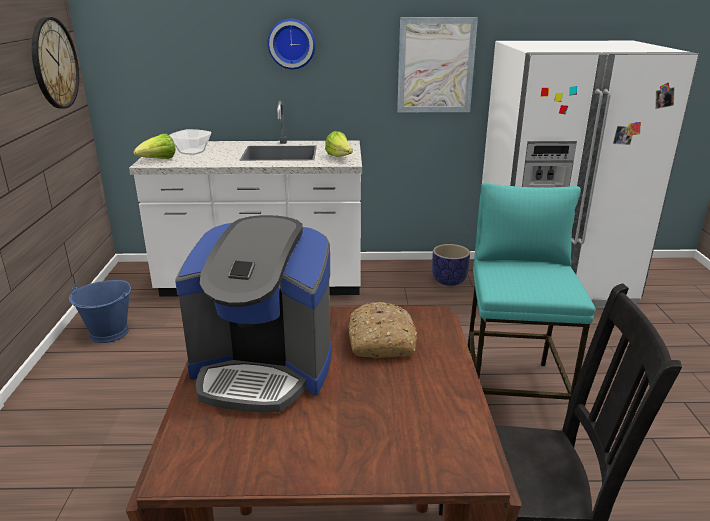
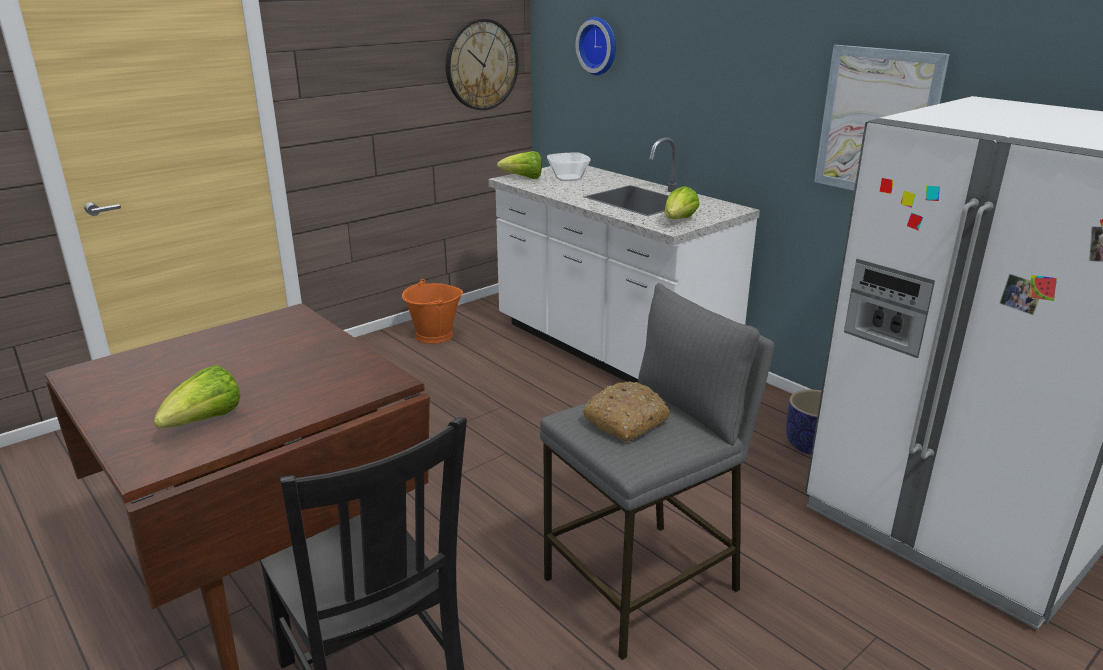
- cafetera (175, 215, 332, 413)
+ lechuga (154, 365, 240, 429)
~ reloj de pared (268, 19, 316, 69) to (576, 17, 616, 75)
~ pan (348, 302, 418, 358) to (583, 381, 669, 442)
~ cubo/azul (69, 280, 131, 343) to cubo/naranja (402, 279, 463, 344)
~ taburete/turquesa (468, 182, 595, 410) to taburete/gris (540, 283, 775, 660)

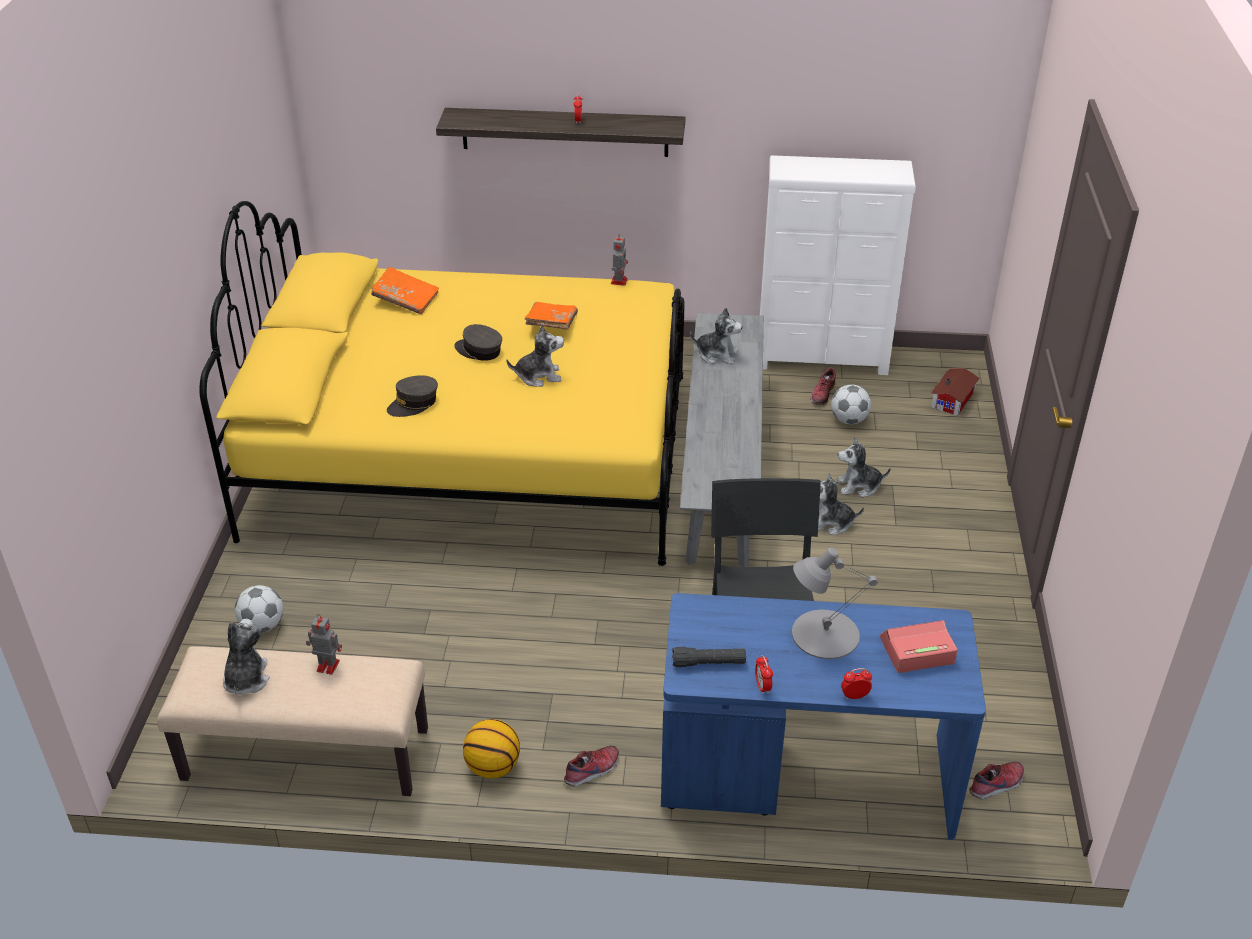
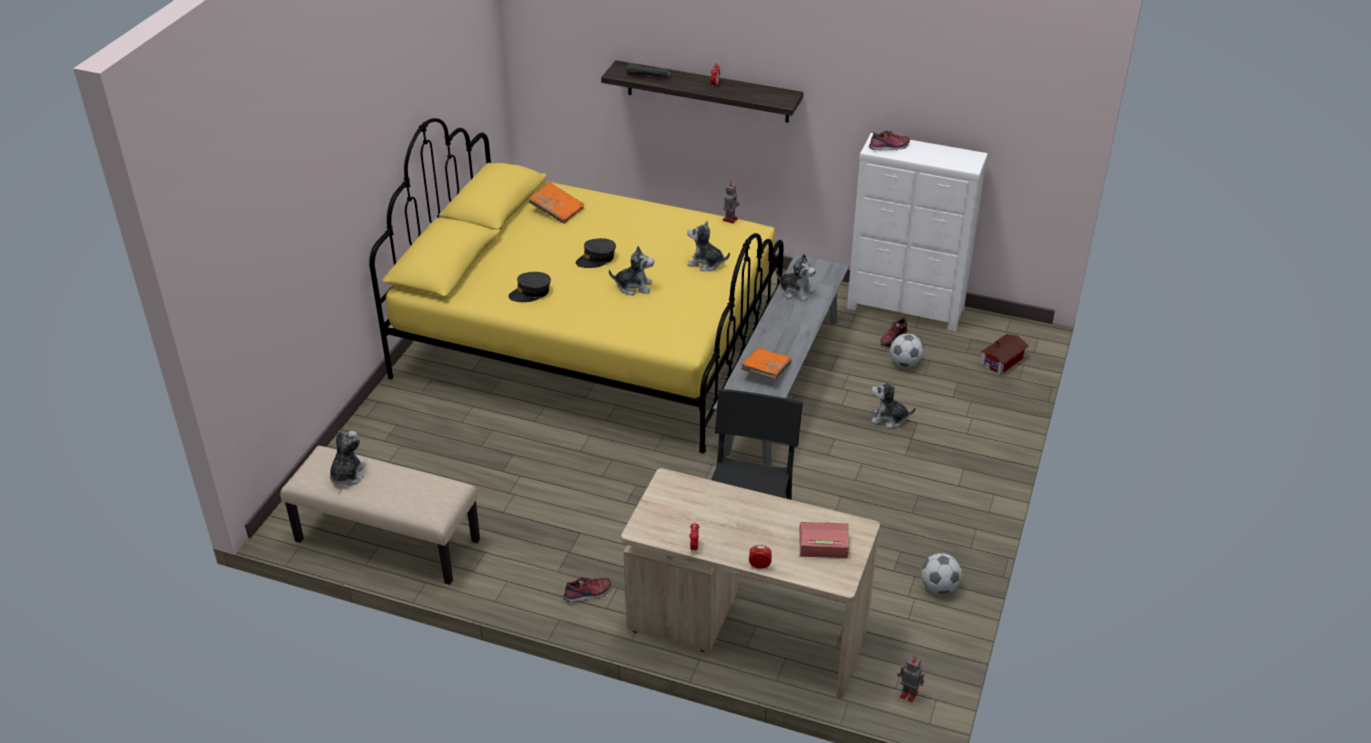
- balón de baloncesto (463, 719, 520, 778)
- lámpara de mesa/gris (792, 548, 878, 659)
~ balón de fútbol (235, 585, 283, 632) to (921, 553, 962, 594)
~ robot de juguete (306, 614, 342, 675) to (897, 656, 924, 703)
~ libro/naranja (525, 302, 578, 330) to (741, 348, 792, 380)
~ linterna/negro (672, 647, 746, 667) to (627, 63, 670, 78)
~ peluche (818, 472, 864, 535) to (687, 221, 730, 271)
~ zapato (969, 762, 1024, 800) to (869, 131, 910, 150)
~ escritorio/azul (661, 593, 986, 840) to escritorio/beis (621, 468, 880, 699)
~ gorra/gris (454, 324, 502, 361) = (576, 238, 616, 268) 75 degrees counterclockwise

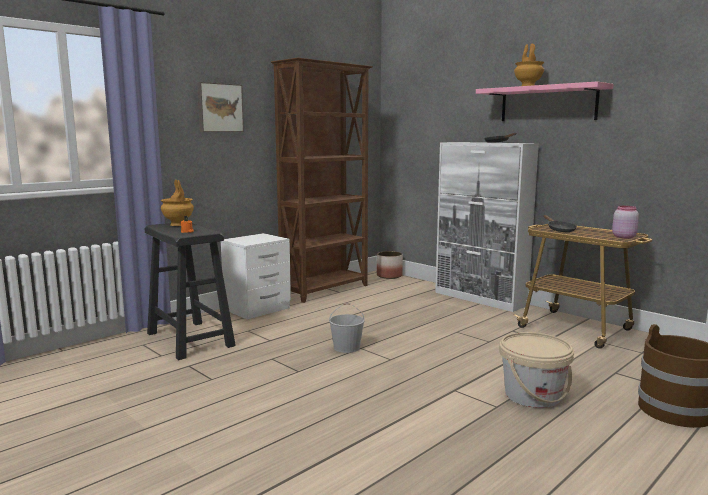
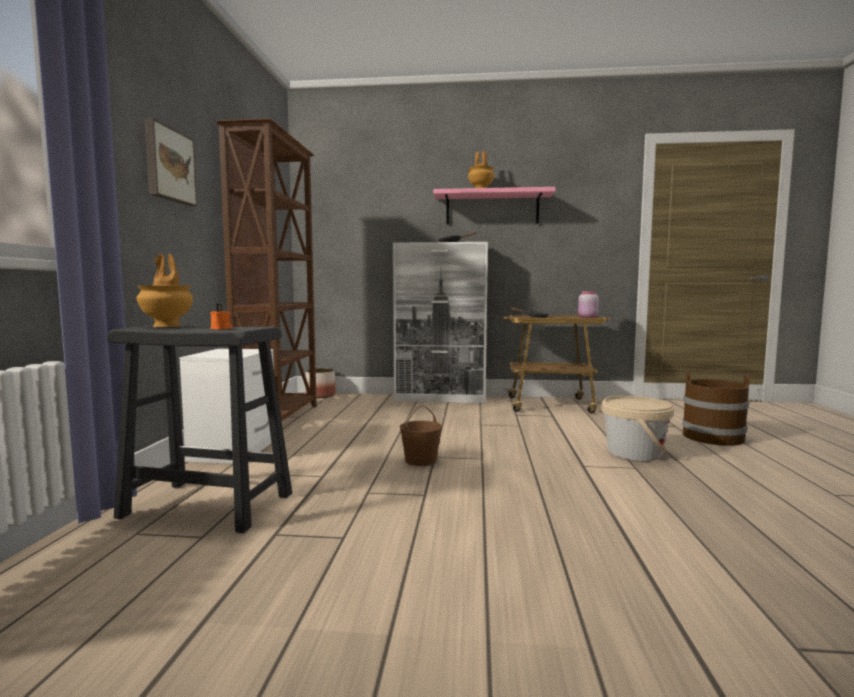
~ cubo/blanco (329, 303, 365, 353) to cubo/marrón (400, 405, 442, 466)

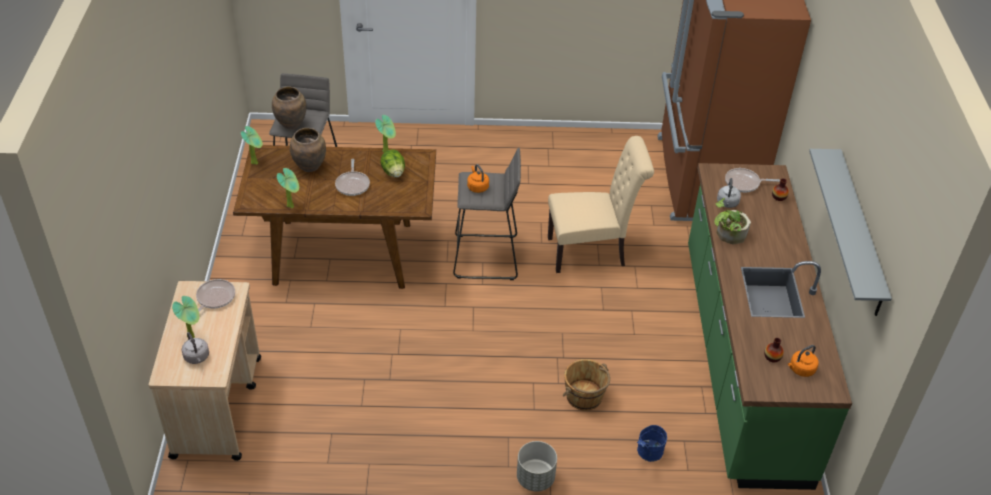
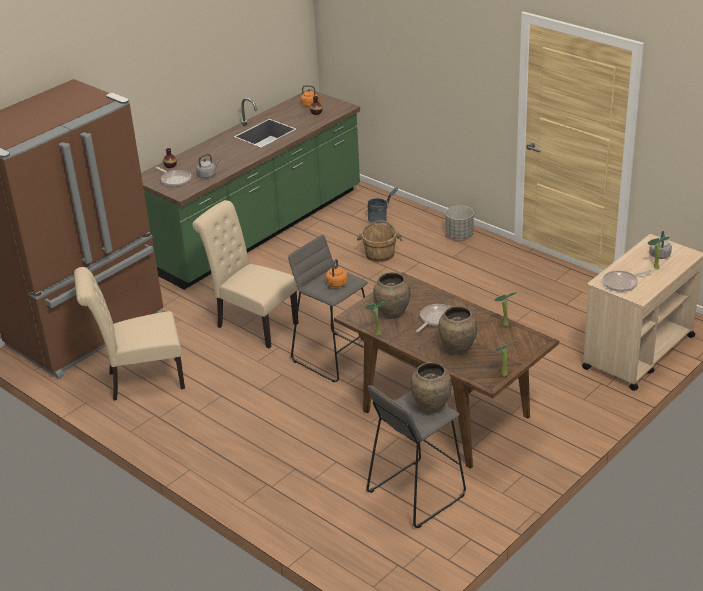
- planta en maceta (714, 198, 751, 244)
- estante/gris (809, 149, 892, 316)
+ silla/beis (74, 267, 185, 401)
~ lechuga (380, 149, 405, 178) to florero/marrón (373, 272, 410, 319)
~ cubo/azul (637, 425, 667, 462) to cubo/gris (367, 187, 398, 224)

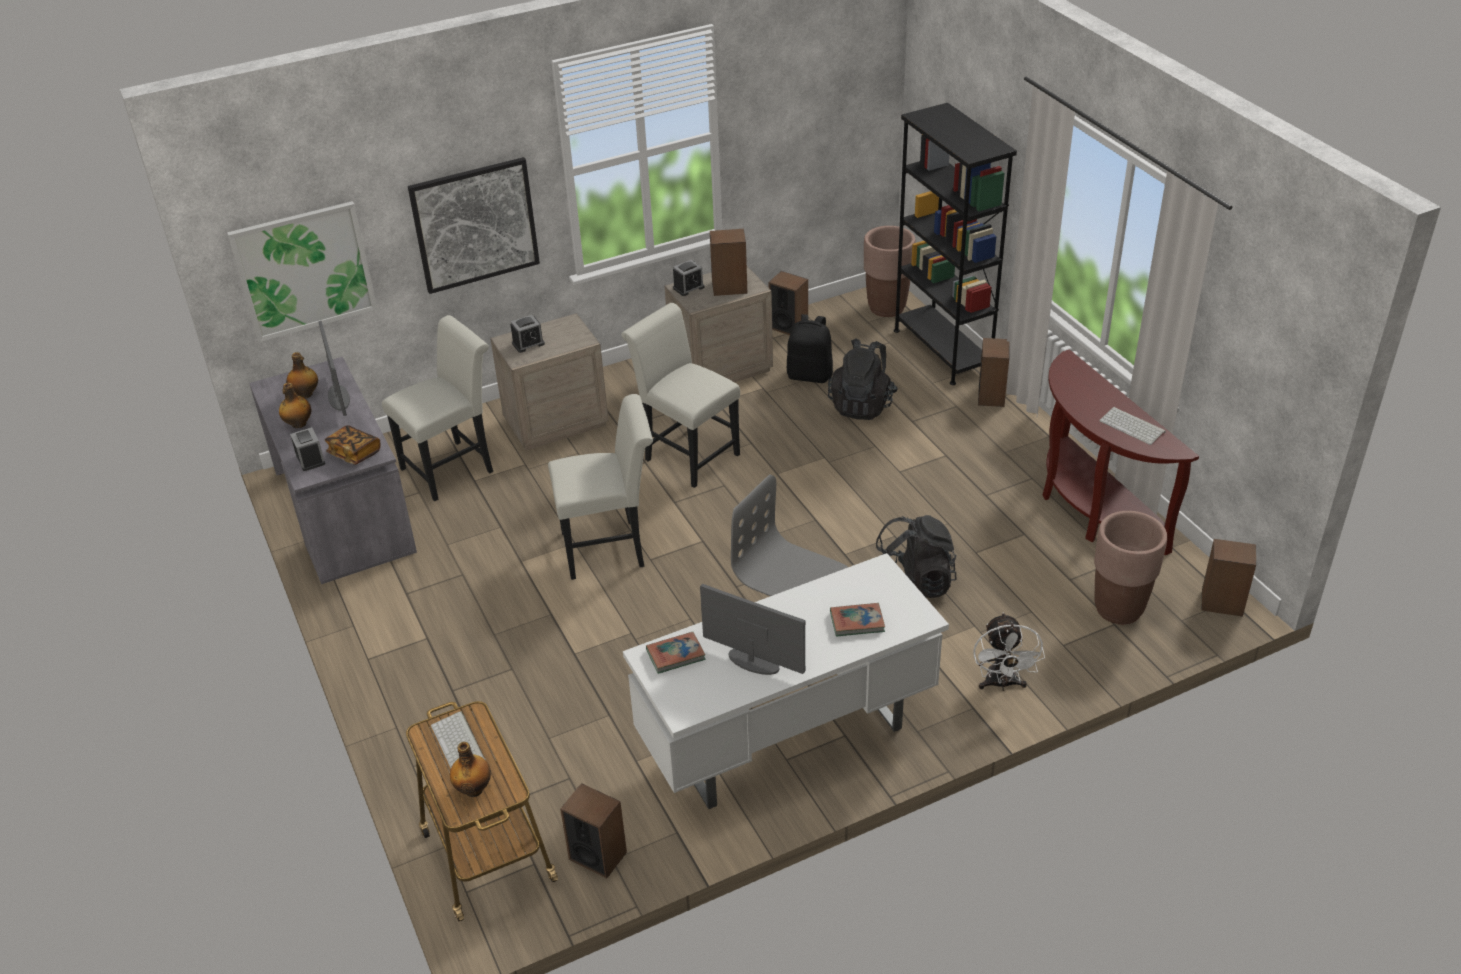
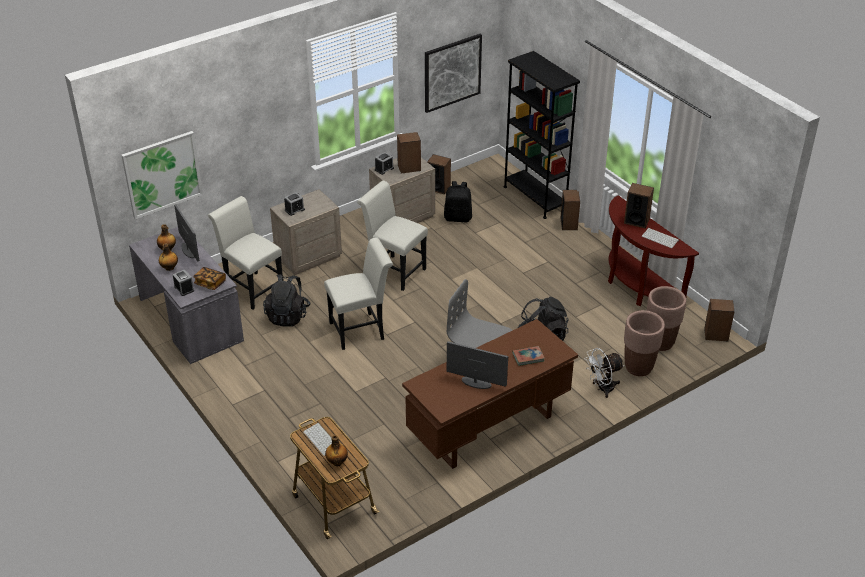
- libro (646, 632, 705, 674)
~ cuadro (408, 157, 540, 294) to (425, 34, 482, 113)
~ altavoz (560, 783, 627, 878) to (624, 183, 654, 228)
~ mochila/negro (828, 338, 898, 420) to (263, 274, 310, 326)
~ maceta/marrón (864, 226, 915, 317) to (624, 310, 665, 376)
~ escritorio/blanco (623, 553, 949, 809) to escritorio/marrón (402, 319, 578, 469)
~ silla/blanco (382, 315, 493, 501) = (208, 196, 283, 310) 90 degrees counterclockwise
~ ventilador/blanco (973, 612, 1045, 691) = (585, 348, 624, 398) 75 degrees clockwise

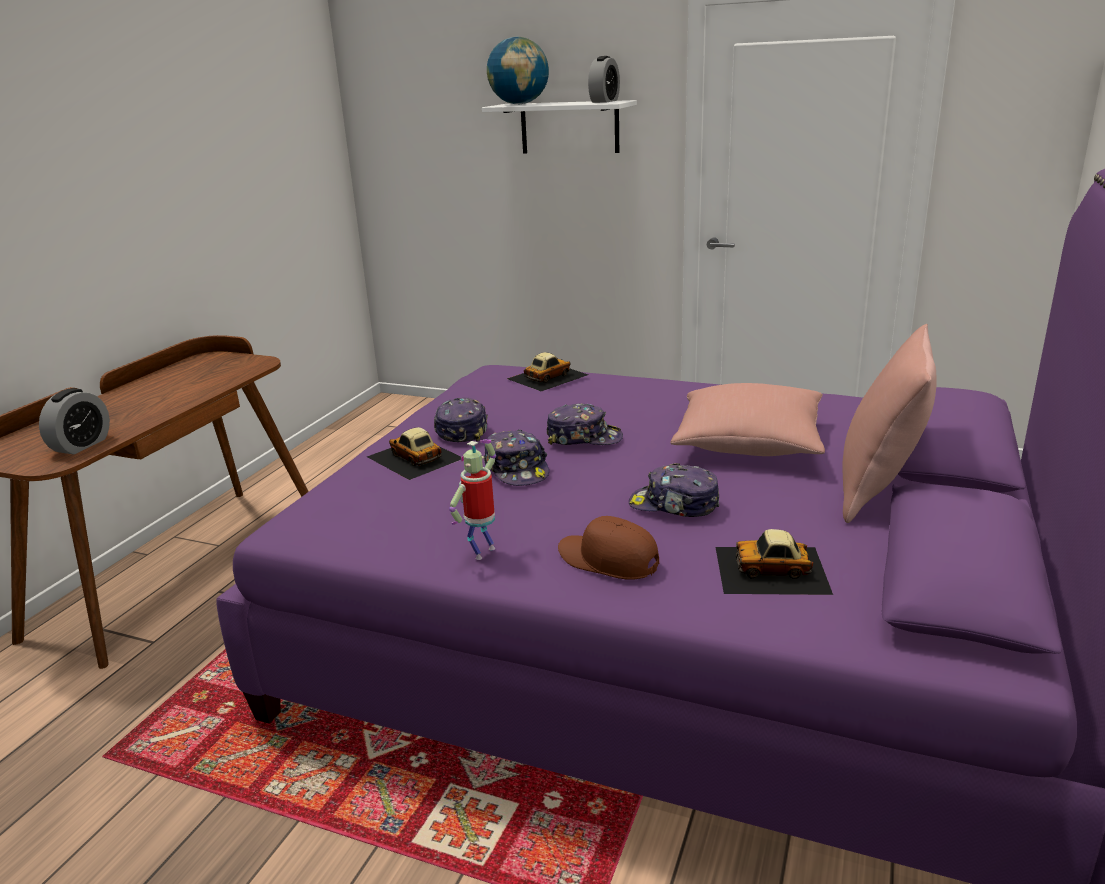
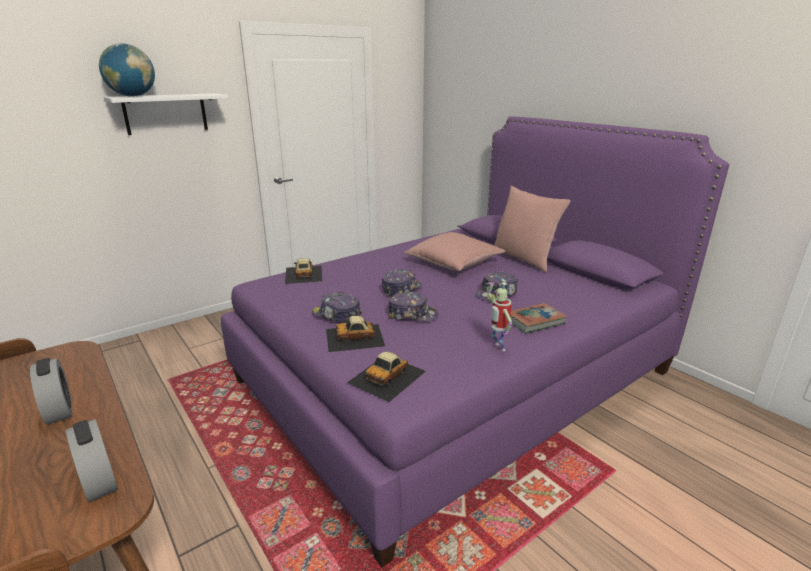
~ despertador (588, 56, 620, 103) to (30, 358, 72, 424)
~ coche de juguete (716, 529, 833, 595) to (347, 352, 426, 402)
~ gorra/marrón (558, 516, 660, 580) to libro (510, 303, 567, 333)

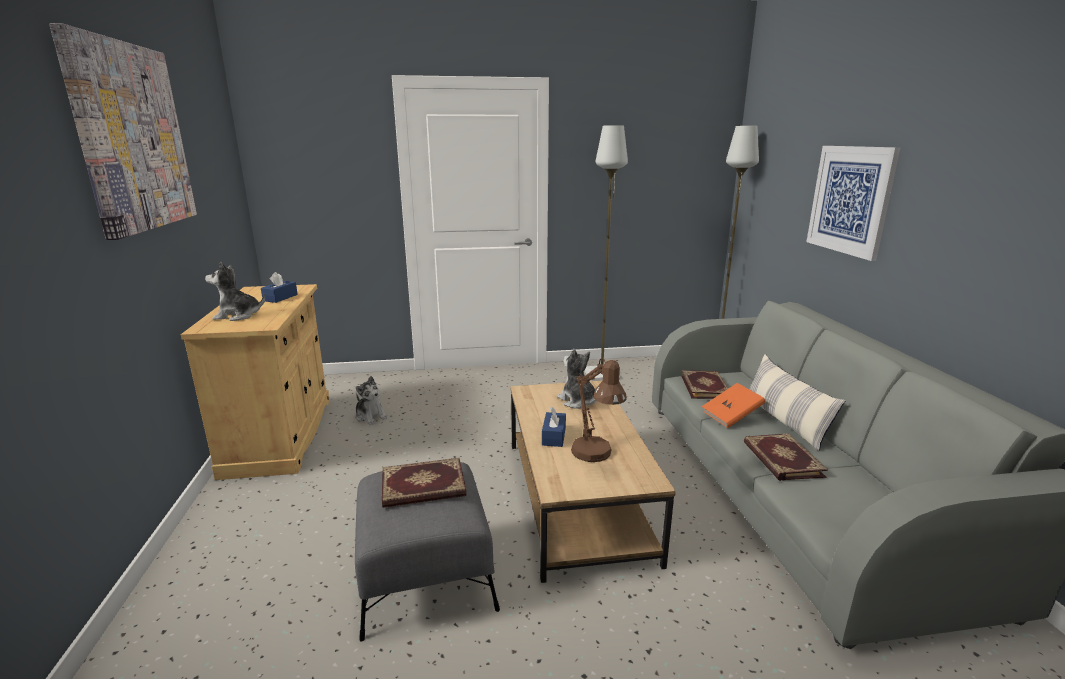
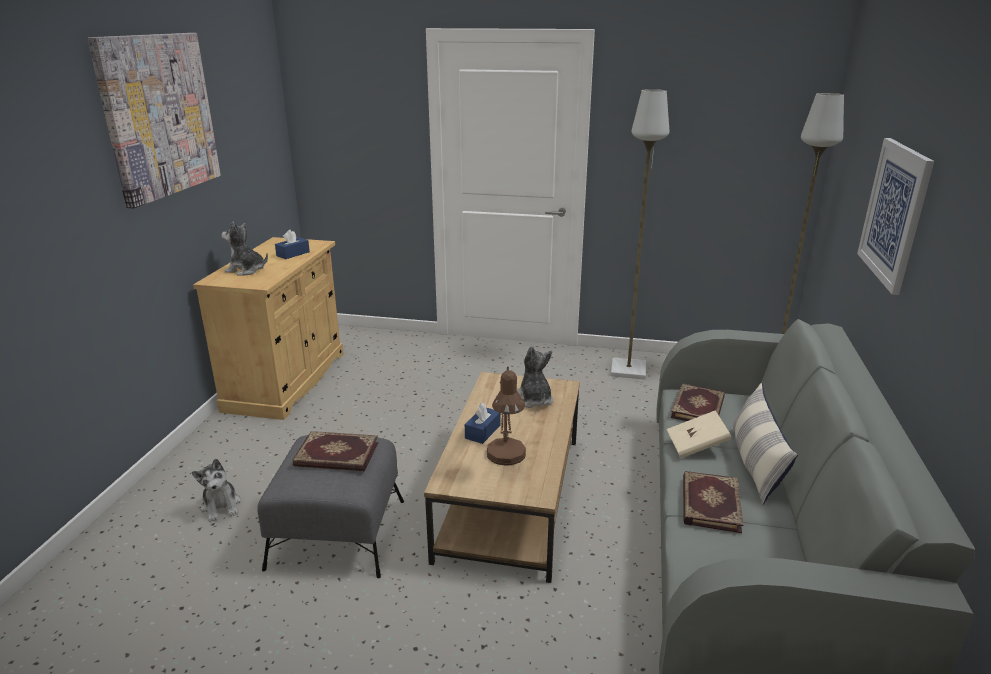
~ peluche (355, 376, 388, 425) to (192, 459, 241, 522)
~ libro/naranja (702, 383, 765, 428) to libro/beis (667, 410, 732, 458)

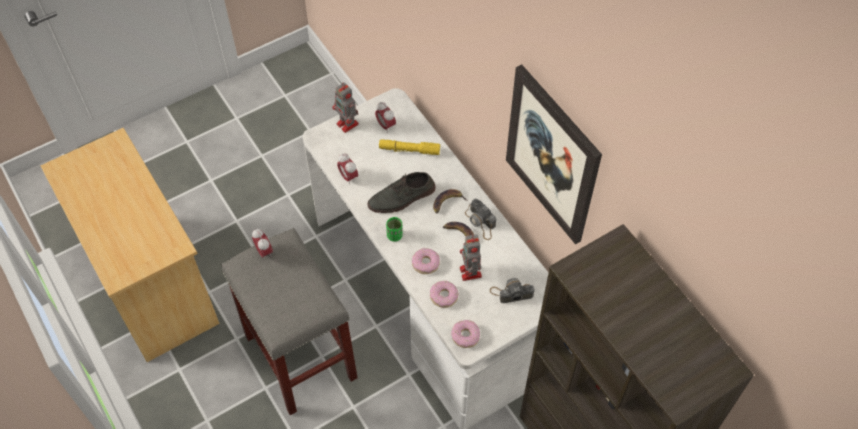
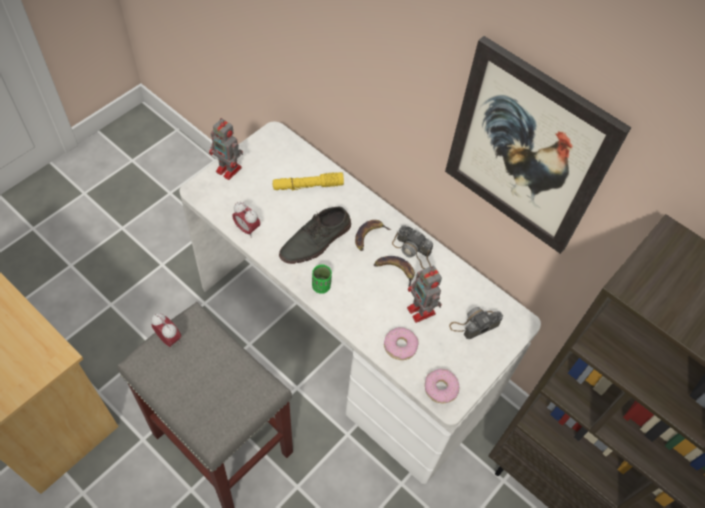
- despertador (375, 102, 396, 133)
- rosquilla (412, 248, 440, 274)

